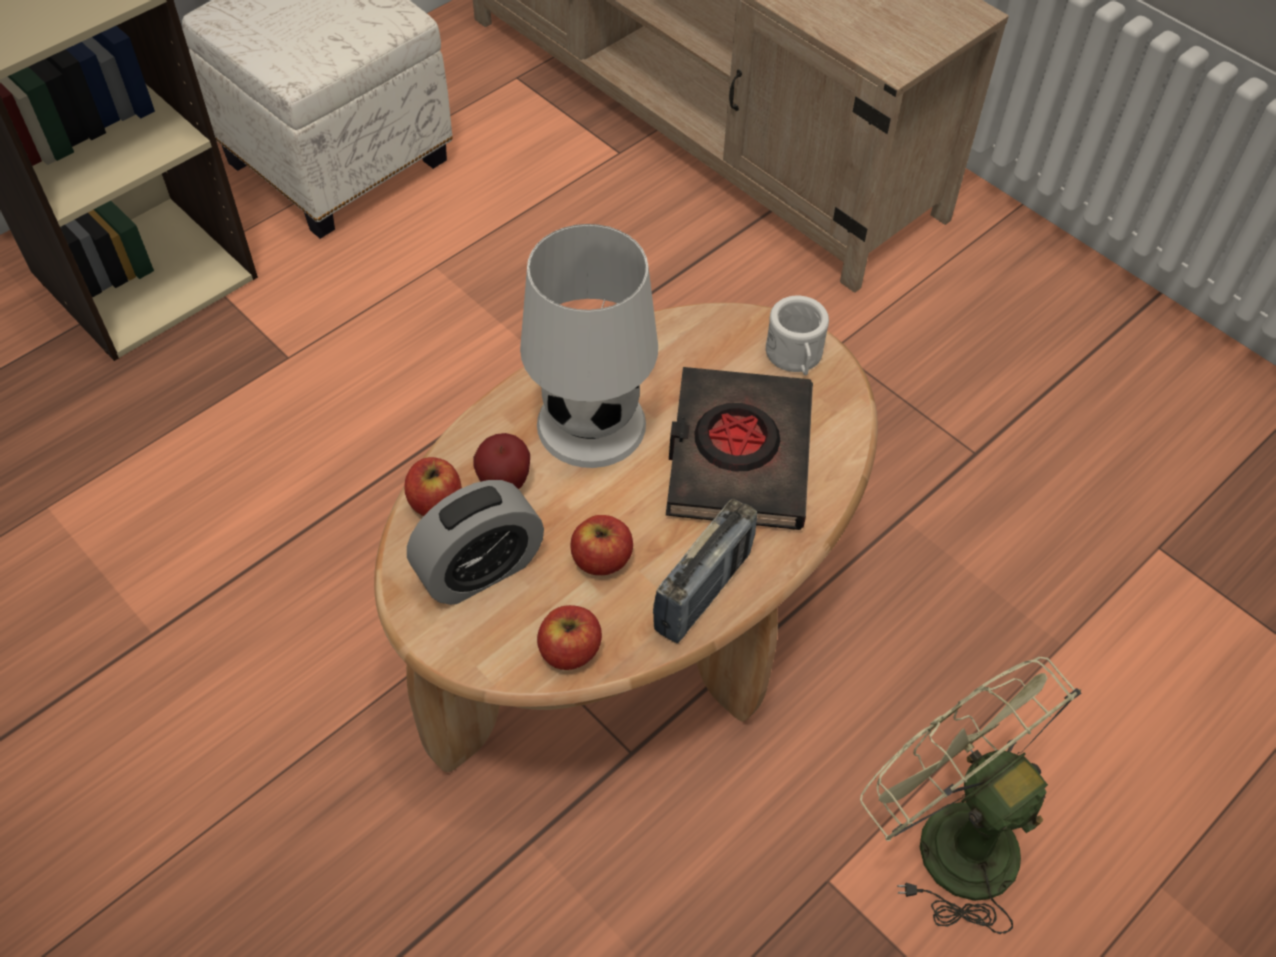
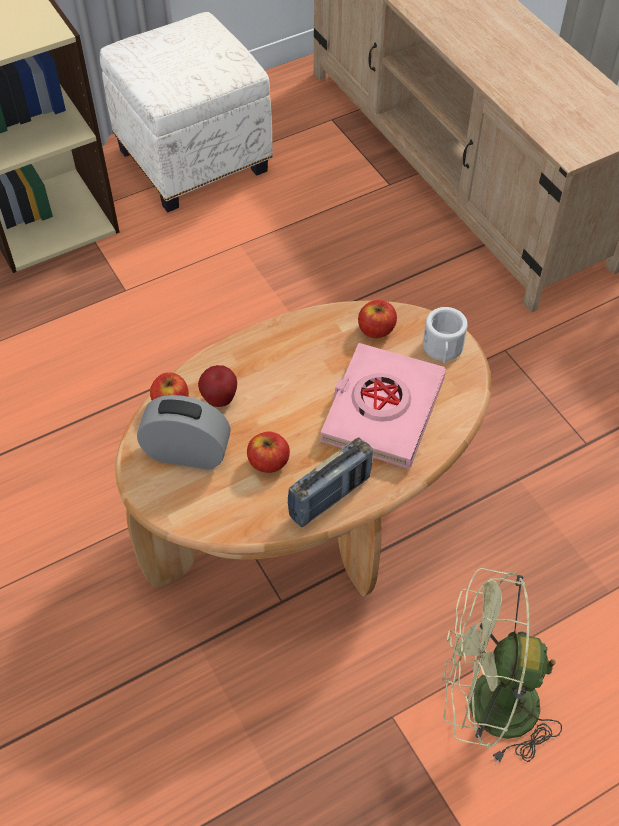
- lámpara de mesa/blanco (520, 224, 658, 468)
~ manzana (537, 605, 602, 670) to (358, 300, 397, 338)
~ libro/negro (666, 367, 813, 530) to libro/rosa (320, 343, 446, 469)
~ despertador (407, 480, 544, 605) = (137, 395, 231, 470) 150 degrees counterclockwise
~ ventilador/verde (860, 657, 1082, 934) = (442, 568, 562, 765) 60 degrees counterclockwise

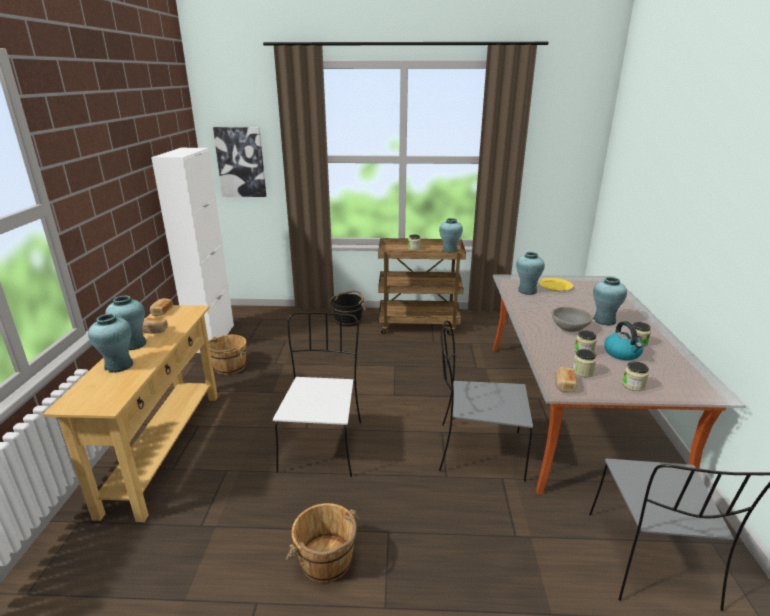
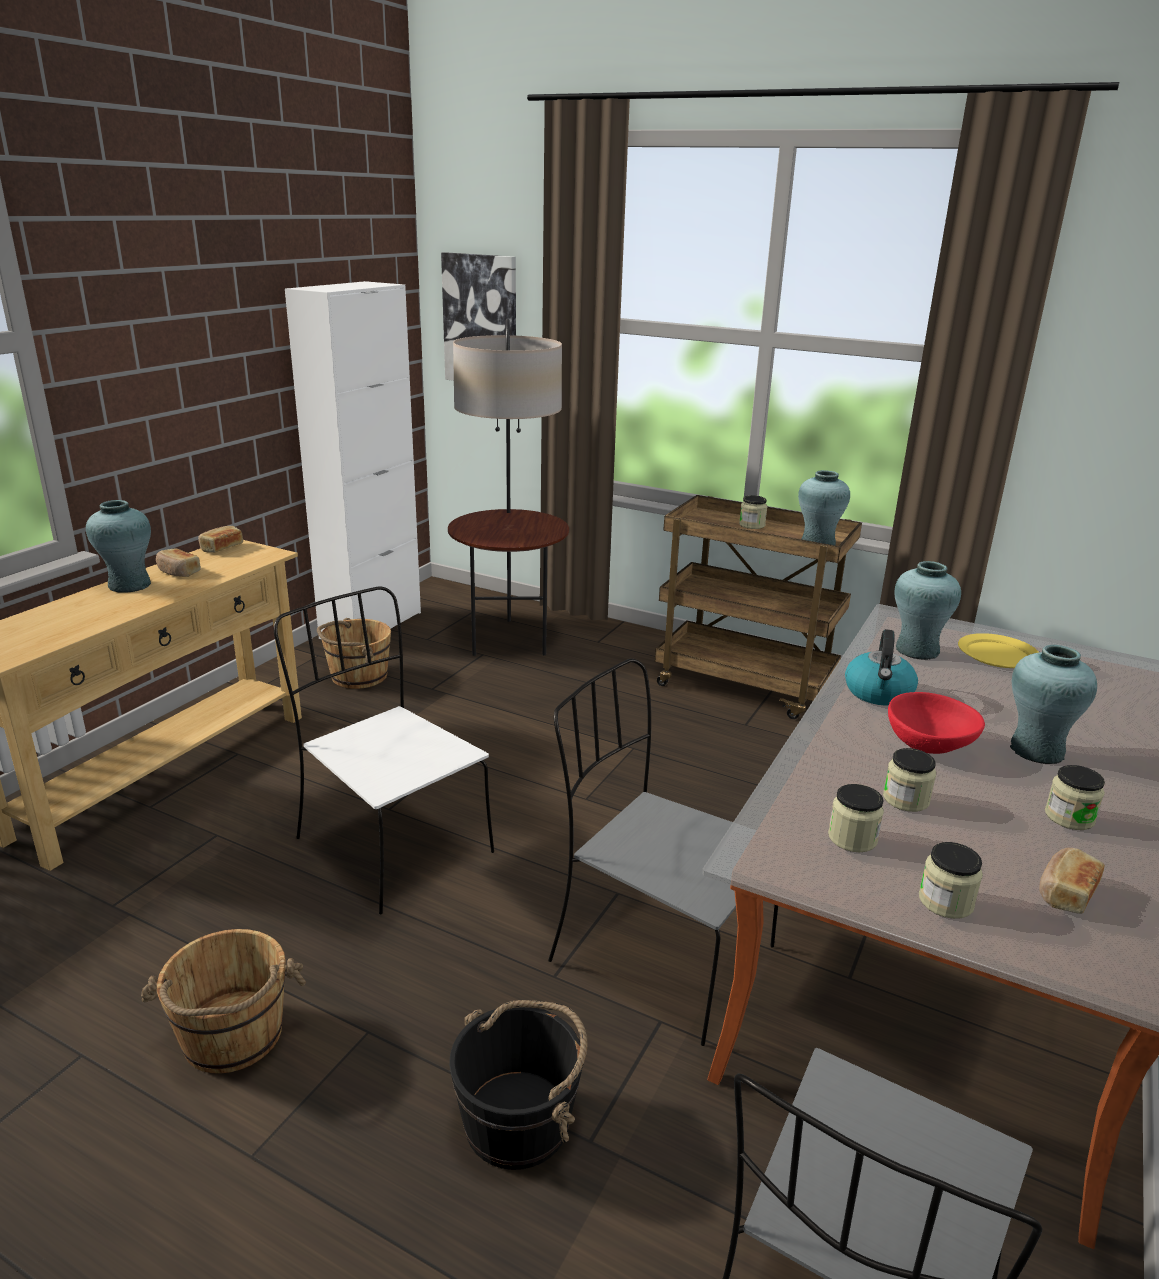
- florero/turquesa (88, 314, 133, 373)
+ lámpara de pie (448, 318, 569, 656)
~ cubo/negro (329, 290, 366, 327) to (449, 1000, 587, 1170)
~ pan (555, 367, 577, 392) to (1039, 848, 1105, 914)
~ hervidor (604, 321, 643, 360) to (845, 629, 918, 706)
~ cuenco/gris (552, 307, 593, 332) to cuenco/rojo (888, 692, 985, 754)
~ silla/blanco (273, 312, 361, 477) = (274, 586, 494, 915) 75 degrees counterclockwise

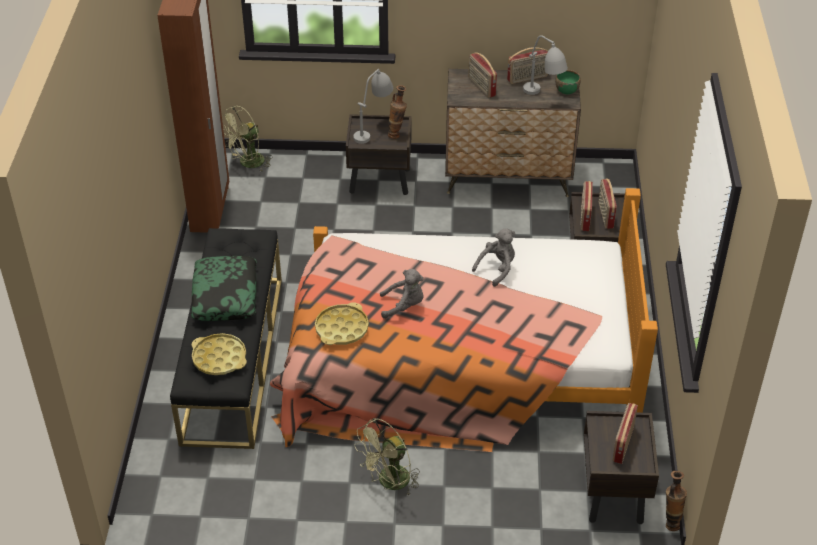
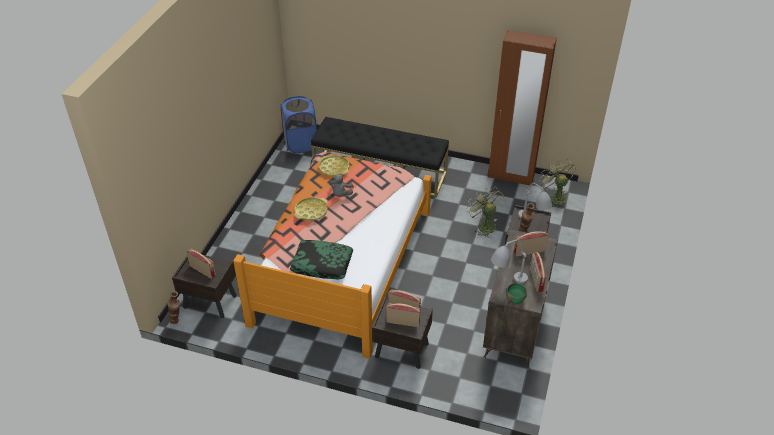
- peluche/gris (472, 228, 515, 287)
+ cesto de la ropa/azul (281, 96, 317, 153)
~ cojín (191, 256, 257, 321) to (290, 240, 353, 279)
~ bandeja/amarillo (192, 333, 247, 375) to (295, 197, 328, 221)
~ ventilador/verde (354, 418, 420, 497) to (466, 189, 504, 238)

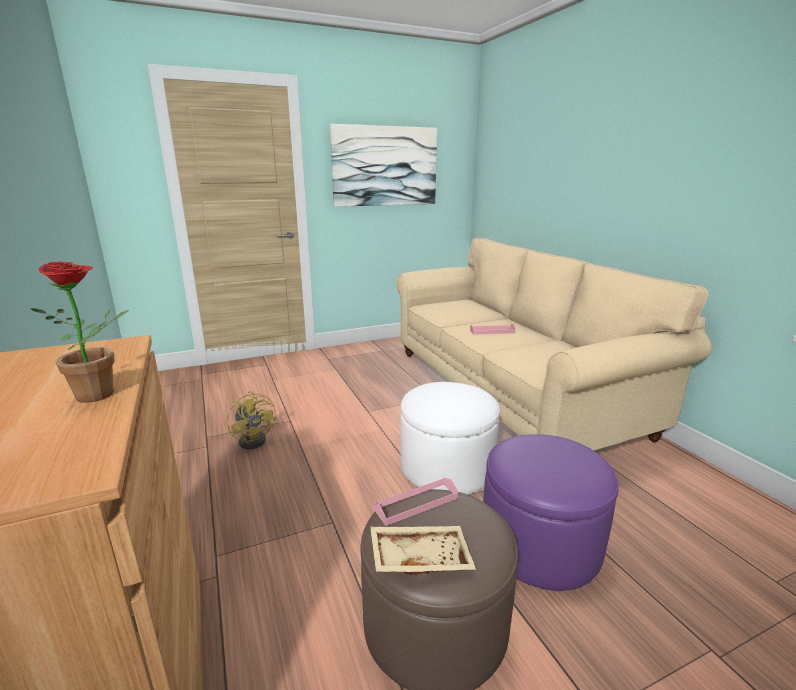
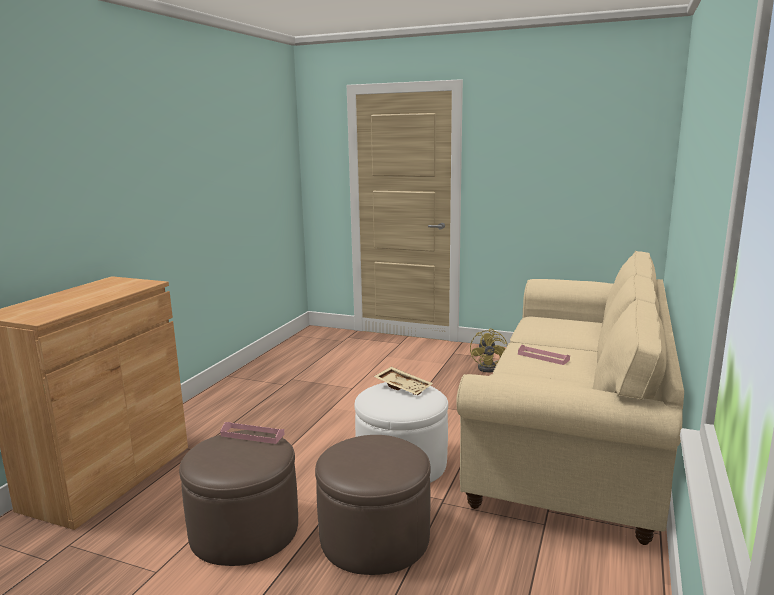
- planta en maceta (30, 261, 129, 403)
- cuadro (330, 124, 437, 207)
~ ventilador/amarillo (227, 391, 276, 449) to (470, 328, 508, 372)
~ bandeja/beis (370, 526, 476, 575) to (373, 367, 433, 395)
~ puf/morado (483, 434, 619, 591) to puf/marrón (315, 435, 431, 575)

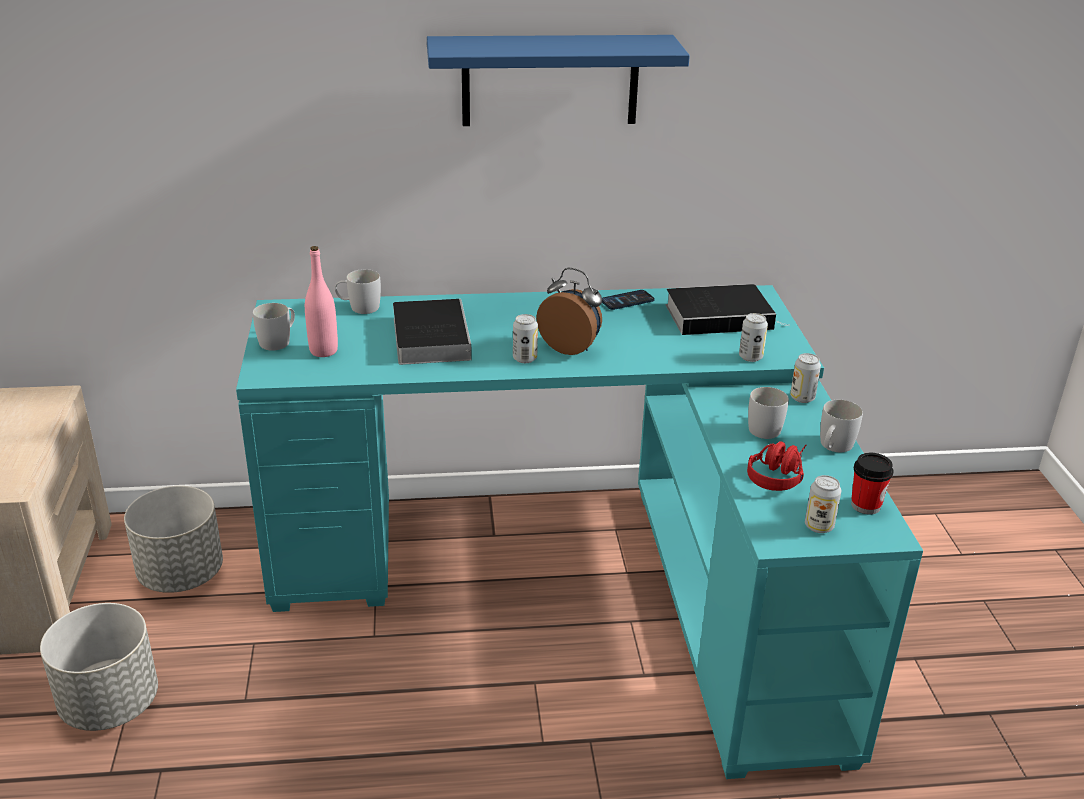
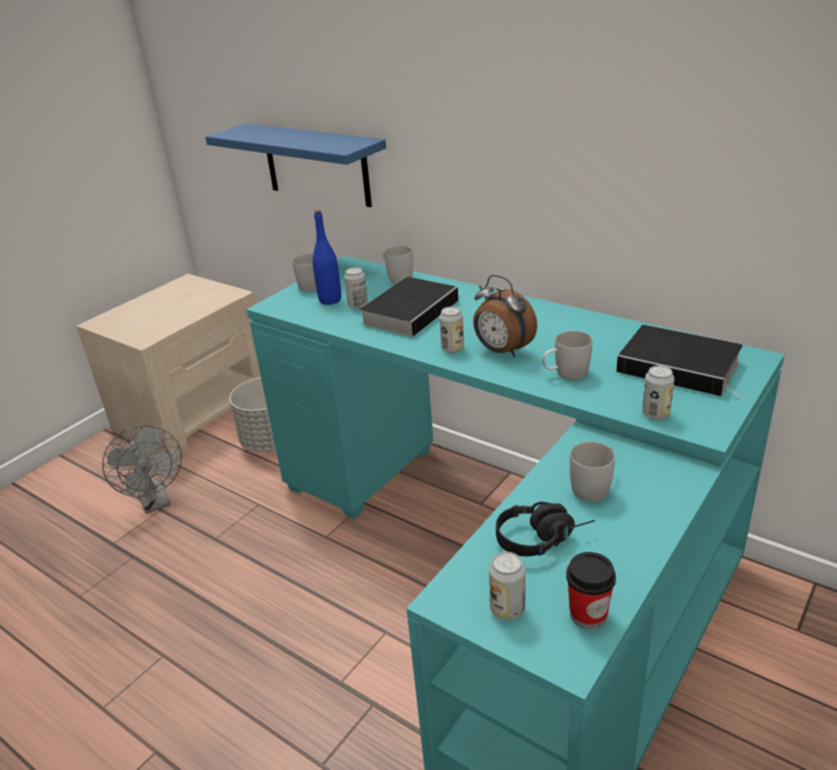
- móvil (602, 290, 655, 310)
~ estante/azul (427, 35, 690, 126) to (205, 123, 386, 207)
~ lata (790, 353, 821, 403) to (344, 267, 368, 309)
~ taza grande/blanco (820, 400, 863, 452) to (542, 331, 592, 380)
~ maceta/gris (40, 603, 158, 731) to ventilador/gris (102, 425, 182, 514)
~ botella/rosa (305, 246, 338, 357) to botella/azul (313, 210, 341, 305)
~ auriculares/rojo (747, 441, 806, 491) to auriculares/negro (496, 502, 595, 556)
~ despertador (536, 268, 602, 355) = (473, 275, 537, 357) 150 degrees clockwise

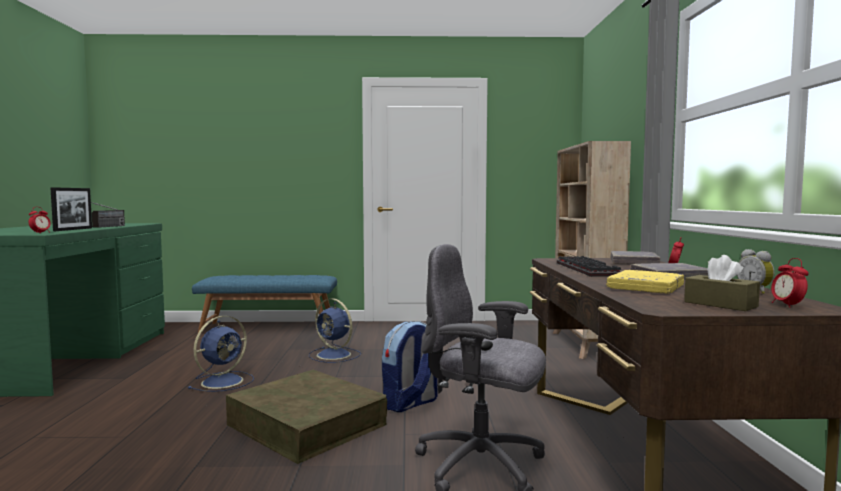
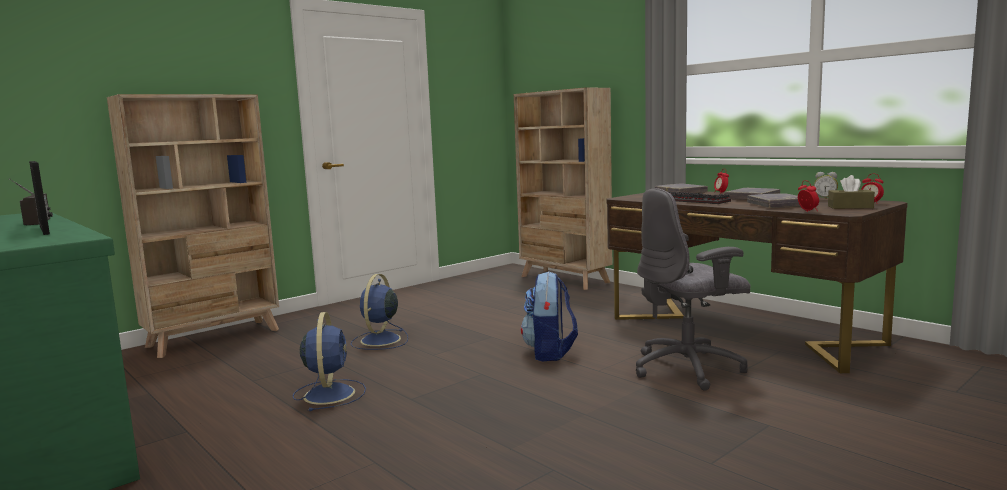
- caja de almacenaje/marrón (226, 370, 387, 464)
~ despertador (28, 207, 51, 233) to (798, 181, 819, 212)
~ banco/azul (192, 275, 337, 332) to estantería/beis (107, 94, 279, 358)
~ libro/amarillo (607, 270, 684, 294) to libro/gris (747, 193, 801, 208)
~ ventilador/azul (309, 298, 361, 363) = (351, 274, 408, 350) 105 degrees clockwise

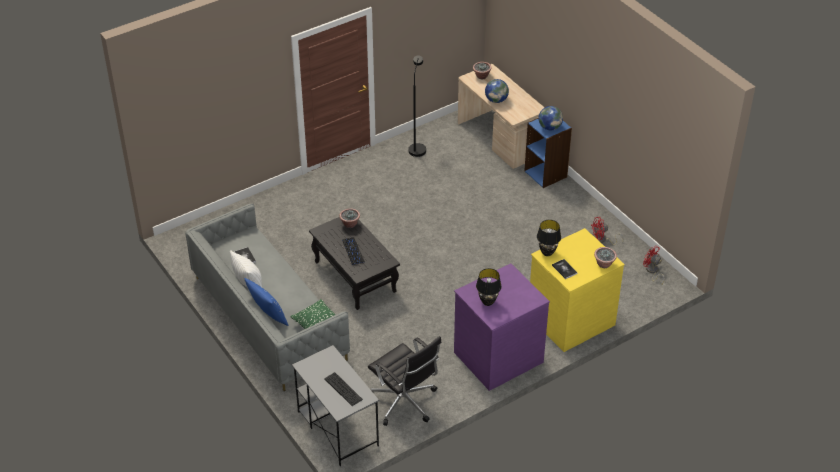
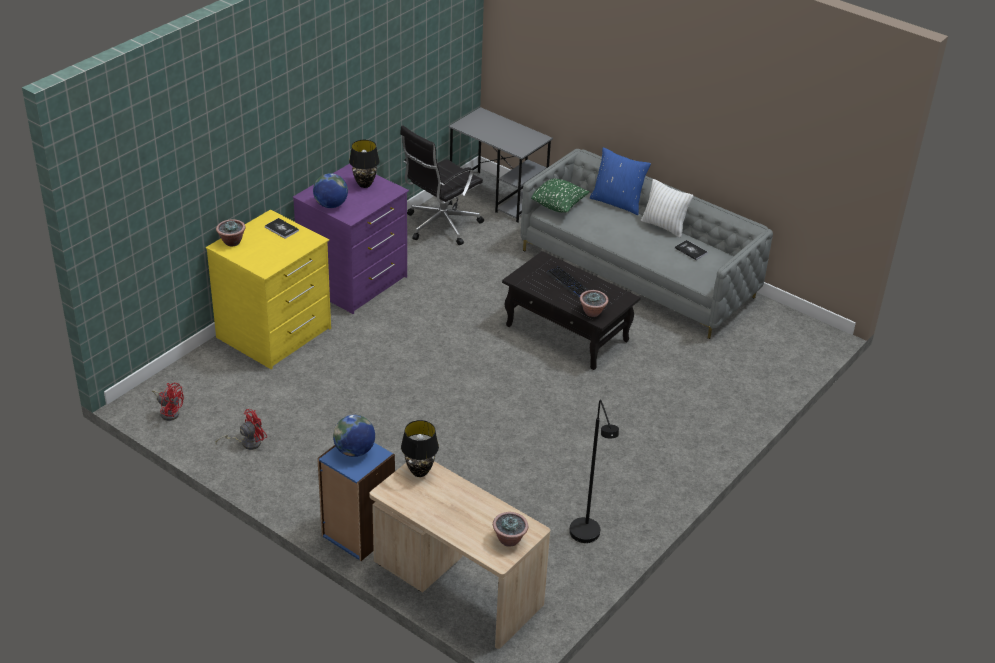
- teclado (324, 372, 363, 406)
~ globo terráqueo (485, 79, 509, 103) to (313, 173, 348, 208)
~ lámpara de mesa/negro (537, 220, 561, 256) to (401, 420, 439, 477)
~ silla de oficina/negro (368, 336, 441, 426) = (400, 125, 484, 245) 75 degrees counterclockwise

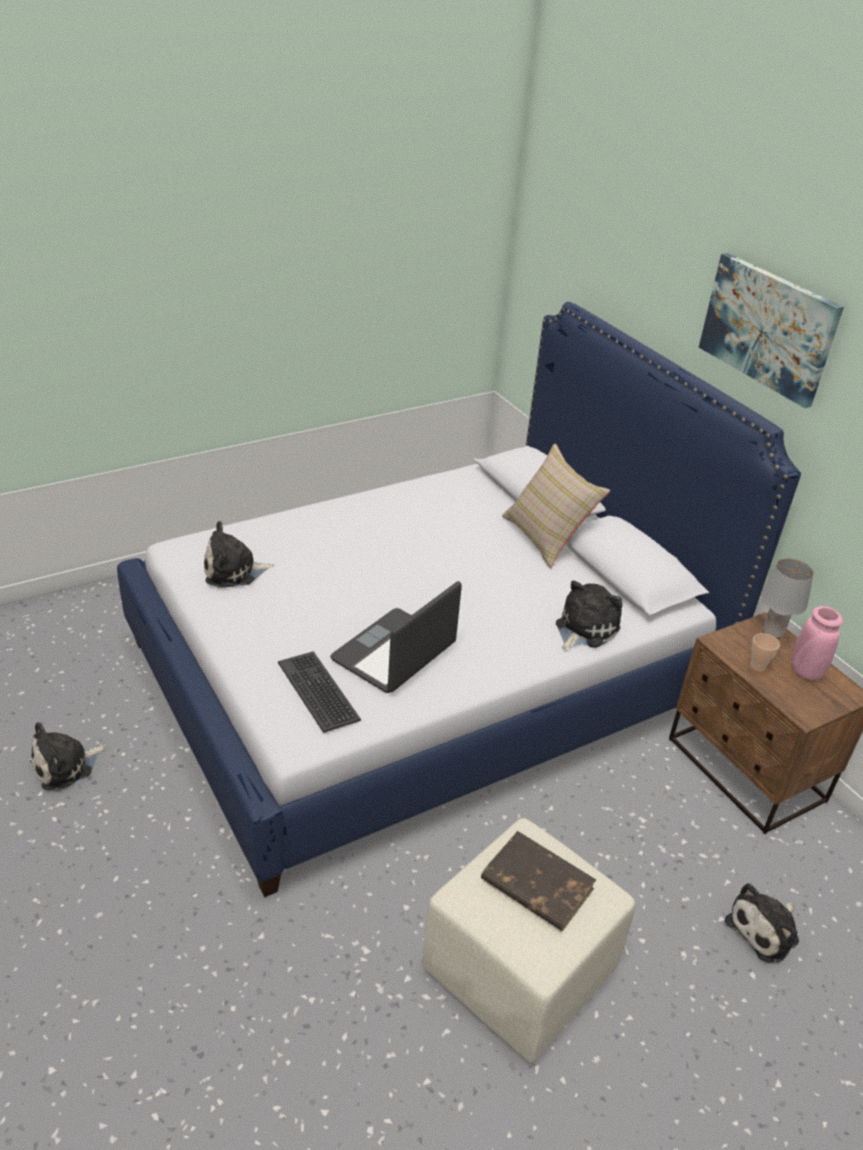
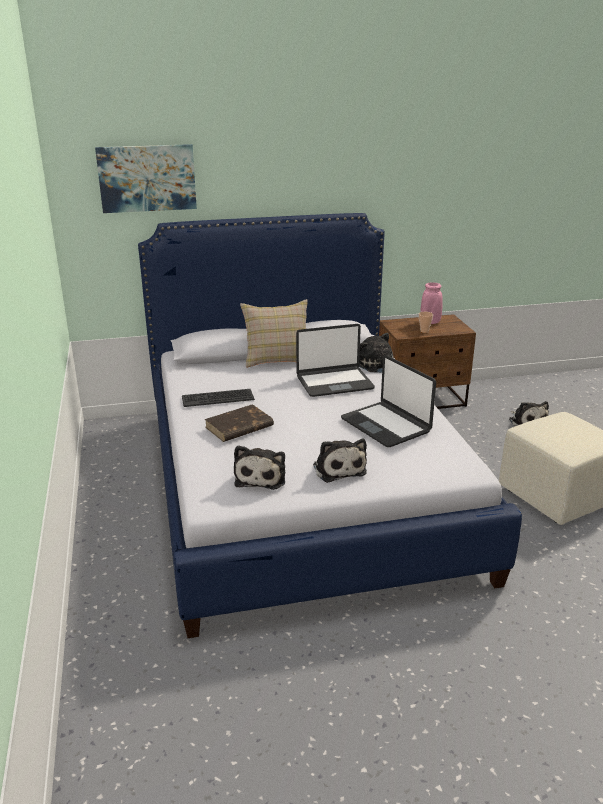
- lámpara de mesa/gris (760, 559, 814, 639)
+ portátil (296, 324, 375, 397)
~ peluche (30, 722, 106, 791) to (313, 439, 367, 483)
~ teclado (278, 651, 361, 733) to (182, 389, 255, 407)
~ libro/marrón (481, 831, 596, 931) to (204, 404, 274, 442)
~ cuadro (699, 253, 844, 408) to (95, 144, 197, 213)

